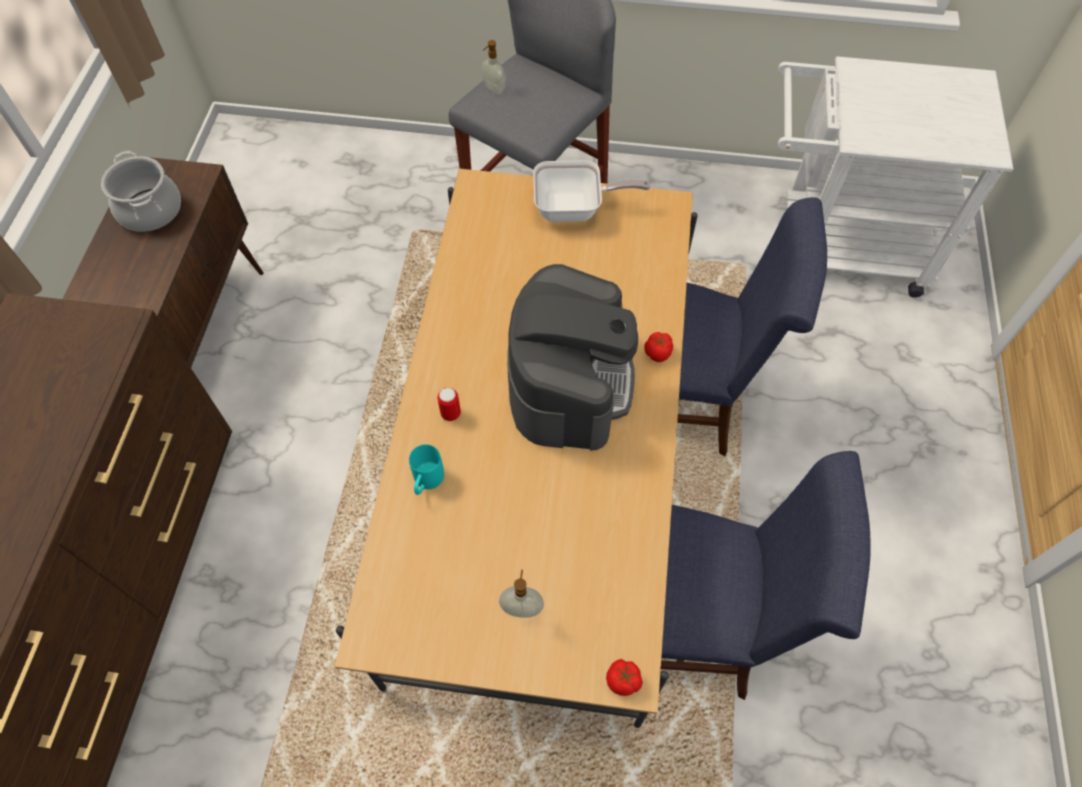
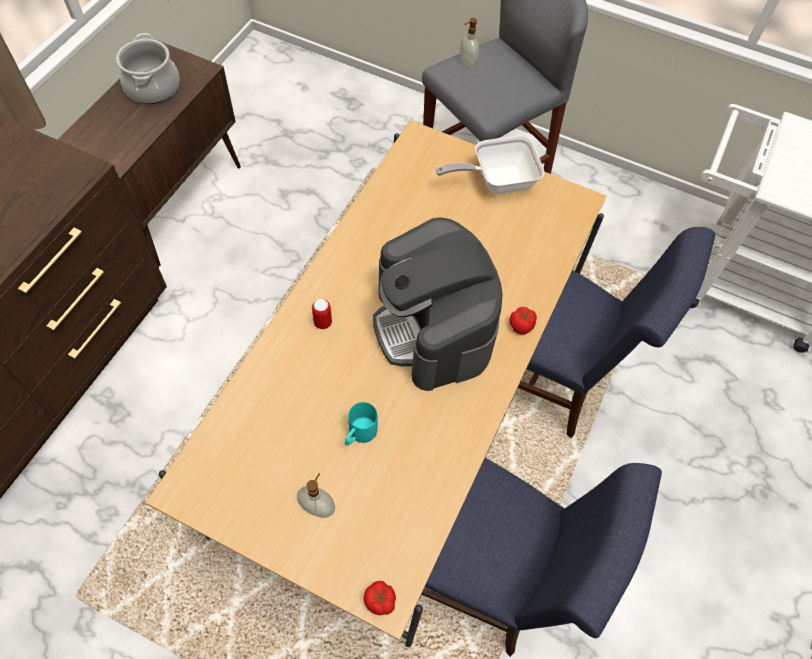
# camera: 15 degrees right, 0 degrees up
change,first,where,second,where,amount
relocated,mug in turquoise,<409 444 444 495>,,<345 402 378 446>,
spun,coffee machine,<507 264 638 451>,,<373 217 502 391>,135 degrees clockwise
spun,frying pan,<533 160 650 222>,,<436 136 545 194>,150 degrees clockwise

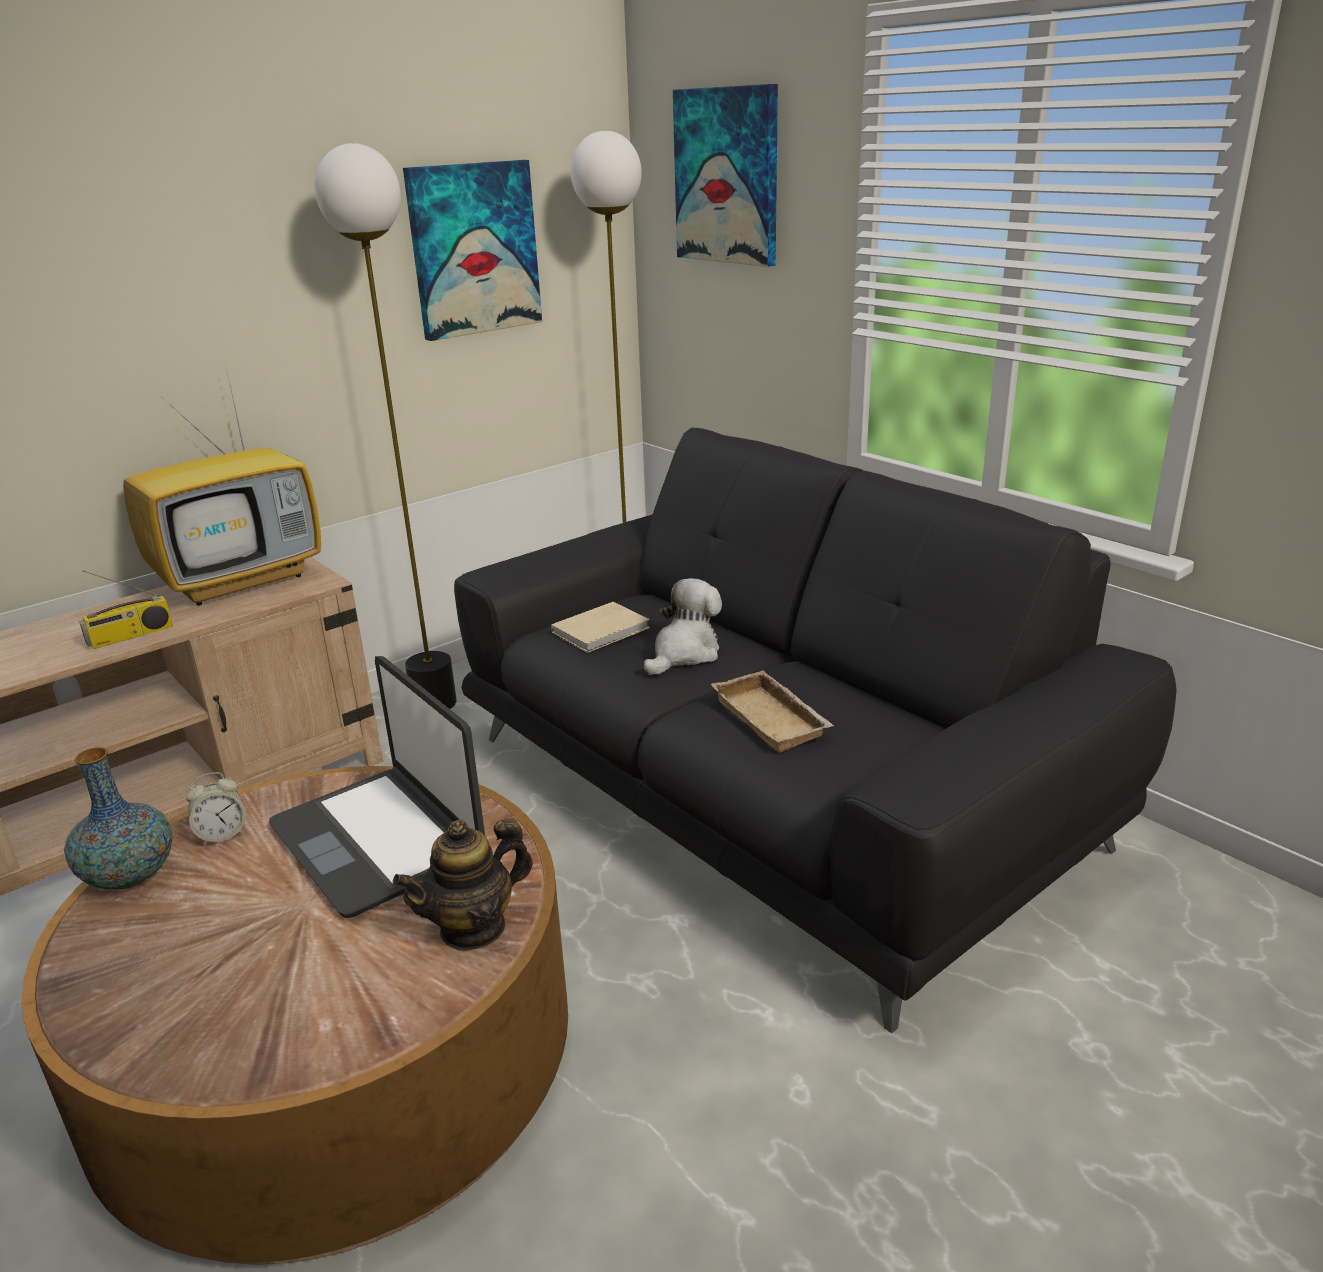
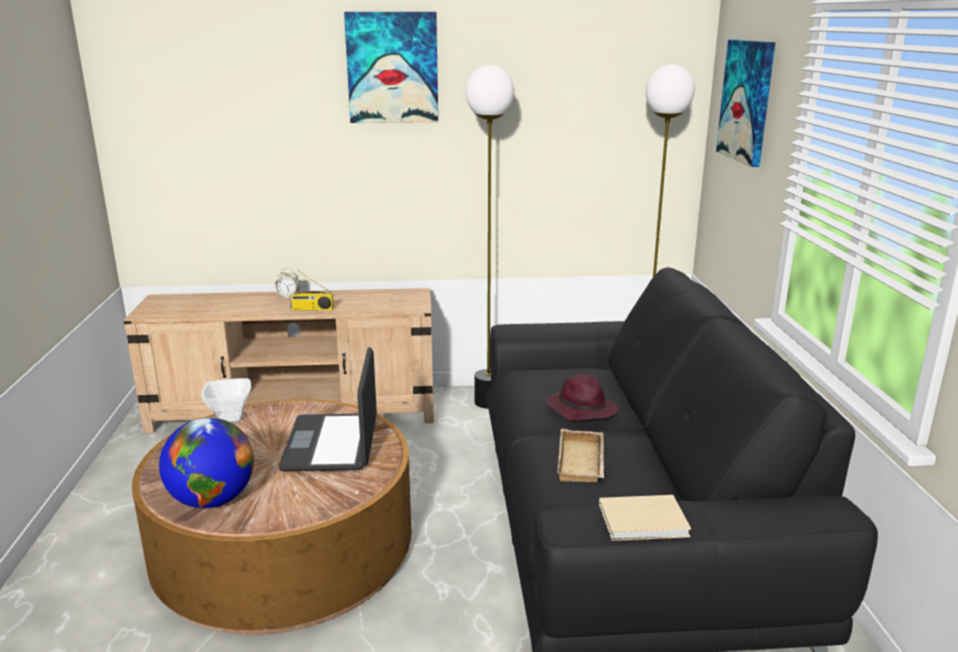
# camera: 35 degrees right, 5 degrees down
change,first,where,second,where,amount
missing,television,<123 367 321 606>,,,
missing,teapot,<393 818 533 952>,,,
appeared,,,globe,<159 418 254 508>,
relocated,alarm clock,<186 772 246 845>,,<275 268 300 298>,
relocated,picture,<403 160 542 341>,,<344 12 438 123>,
relocated,book in beige,<551 602 650 653>,,<599 495 691 541>,
exchanged,vase,<64 747 172 889>,bowl,<201 378 251 424>,
exchanged,plush toy,<644 578 722 675>,hat in purple,<546 374 619 421>,

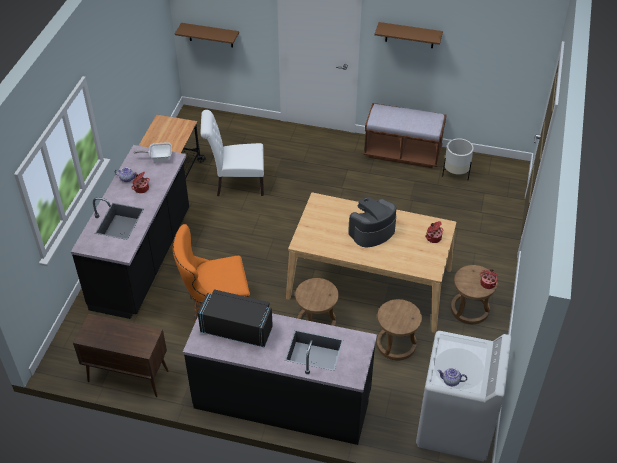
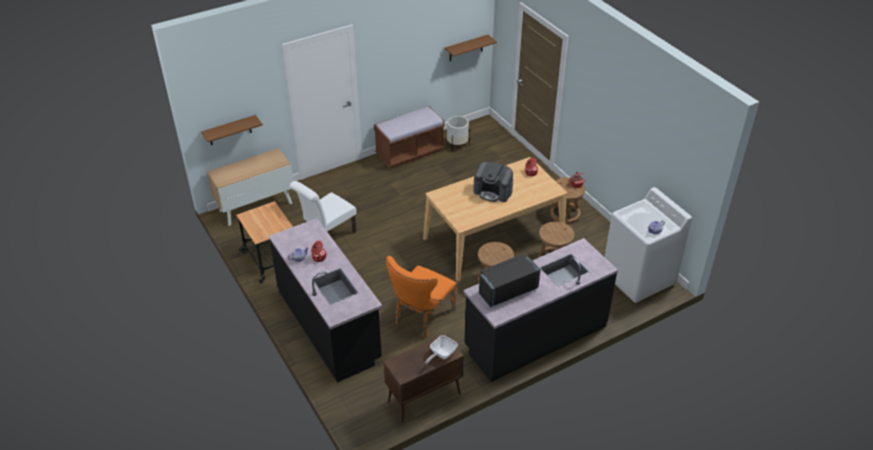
# camera: 45 degrees left, 5 degrees down
change,first,where,second,where,amount
appeared,,,cabinet,<207 148 293 226>,
relocated,frying pan,<133 142 172 162>,,<425 335 458 364>,
relocated,shelf in brown,<375 22 443 48>,,<444 35 497 61>,
spun,coffee machine,<348 197 396 248>,,<473 162 513 202>,75 degrees counterclockwise

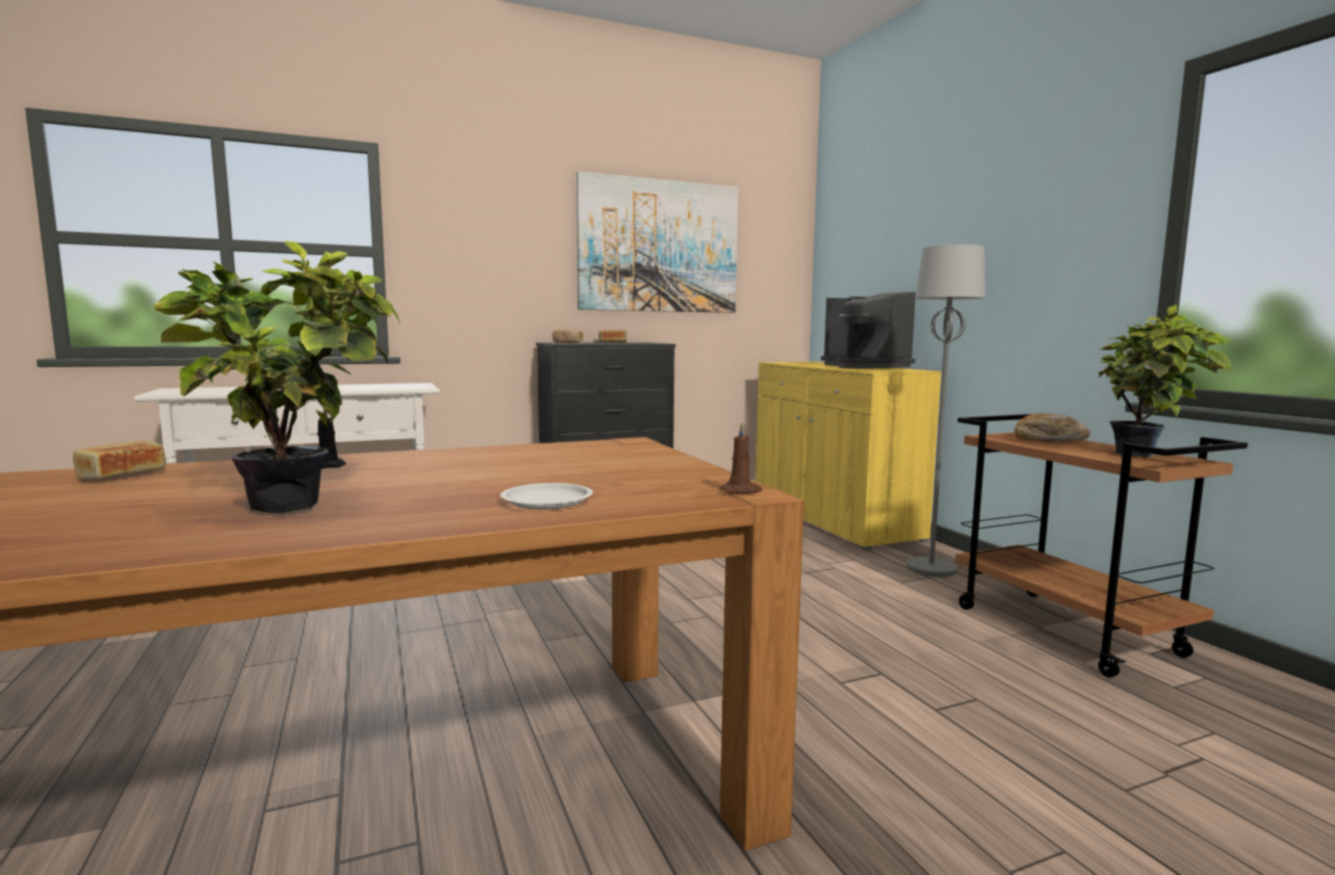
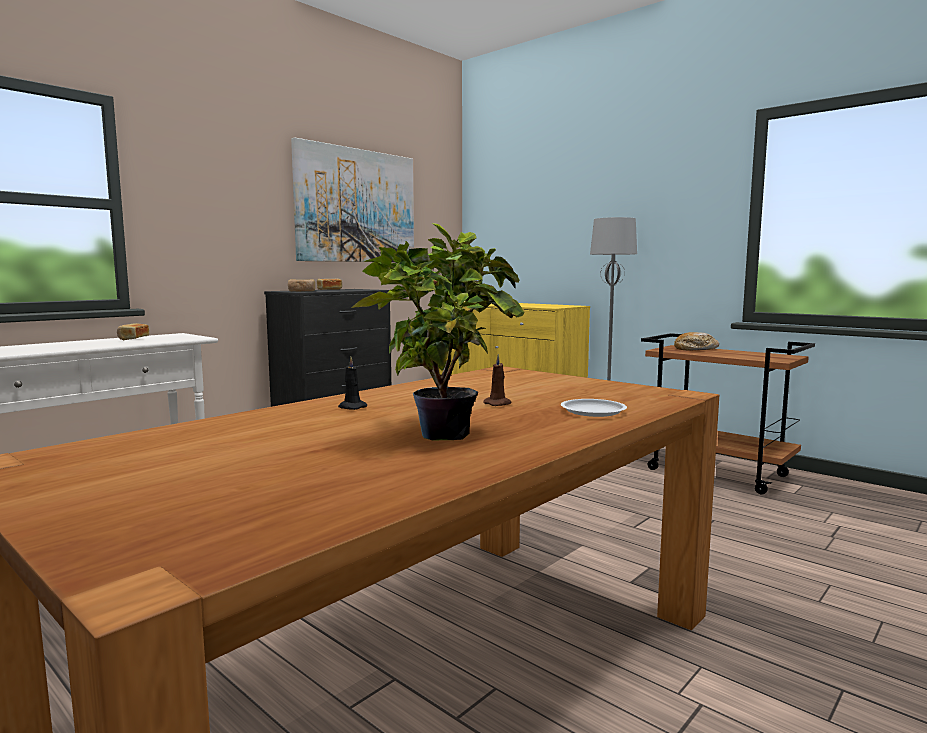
# camera: 25 degrees left, 0 degrees up
change,first,where,second,where,amount
missing,coffee machine,<821 292 916 369>,,,
missing,potted plant,<1098 305 1234 458>,,,
relocated,bread,<73 440 166 480>,,<117 323 149 340>,
relocated,candle in brown,<720 422 763 494>,,<483 354 511 406>,

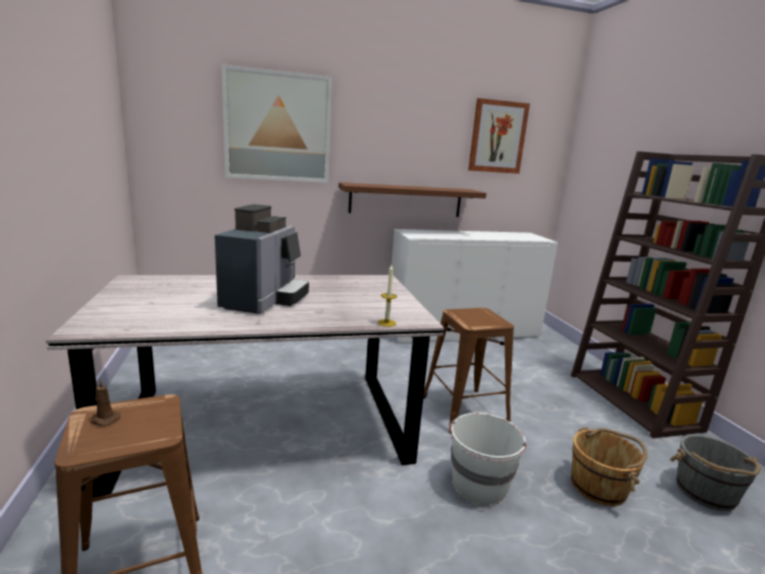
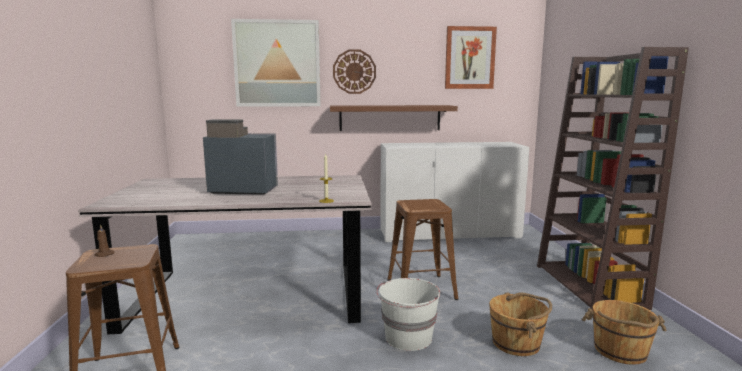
# camera: 10 degrees right, 5 degrees down
change,first,where,second,where,amount
appeared,,,wall clock,<333 49 376 94>,
colour,bucket in grey,<670 435 760 511>,bucket in brown,<582 300 667 365>,
spun,coffee machine,<215 204 309 314>,,<203 119 278 195>,105 degrees counterclockwise

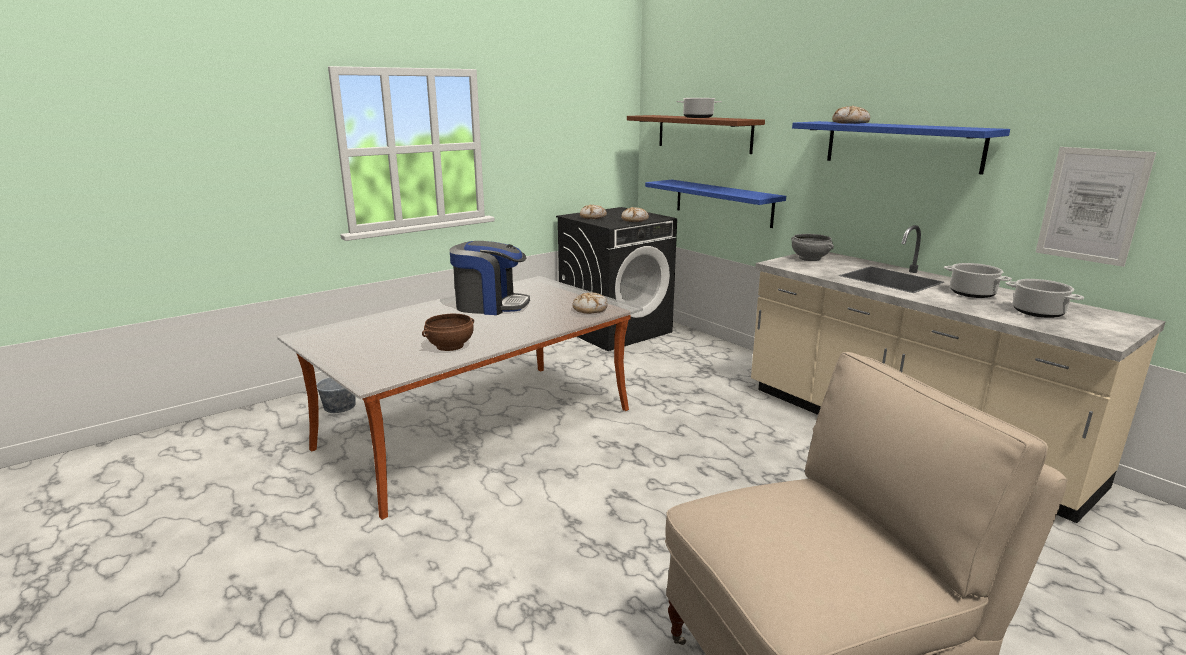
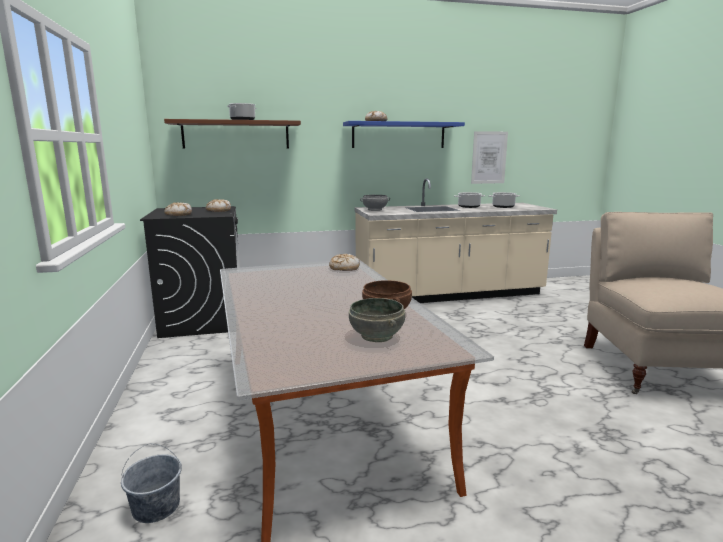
# camera: 65 degrees left, 5 degrees down
change,first,where,second,where,amount
missing,coffee machine,<449 241 530 315>,,,
missing,shelf in blue,<645 179 786 228>,,,
appeared,,,bowl in grey,<349 298 405 342>,

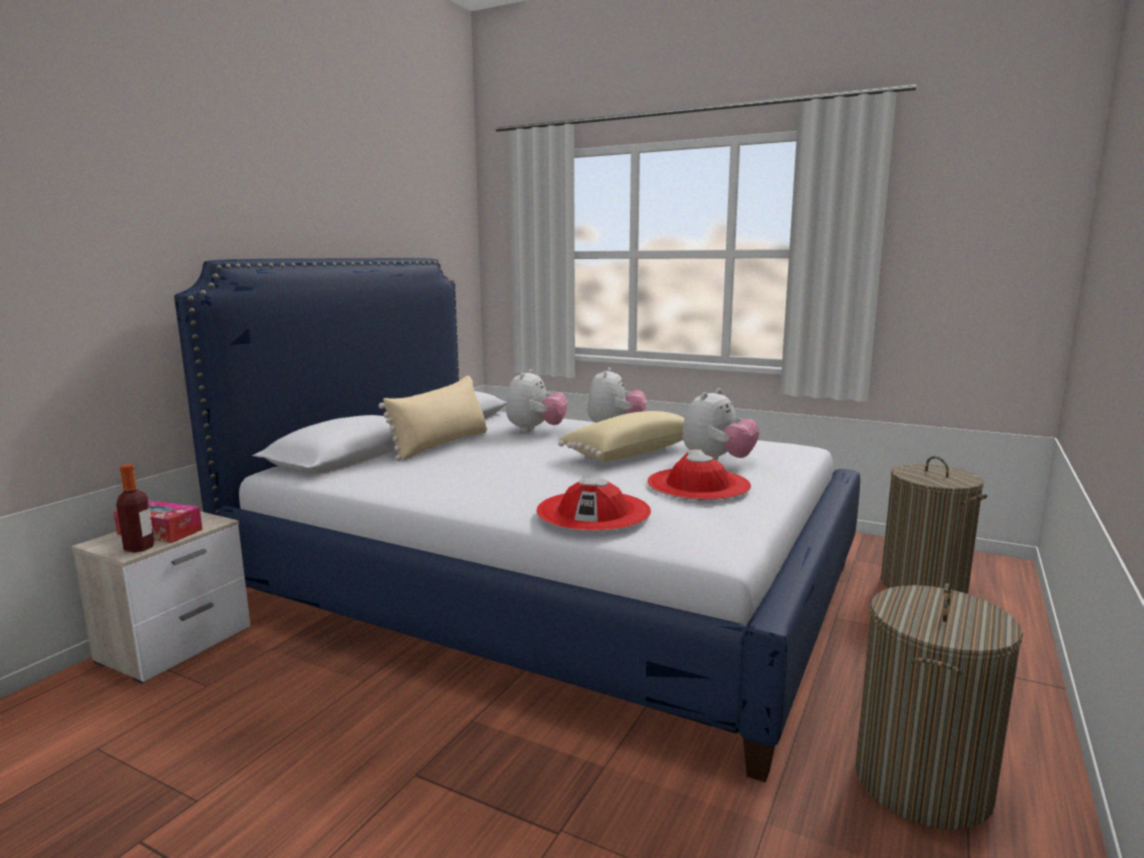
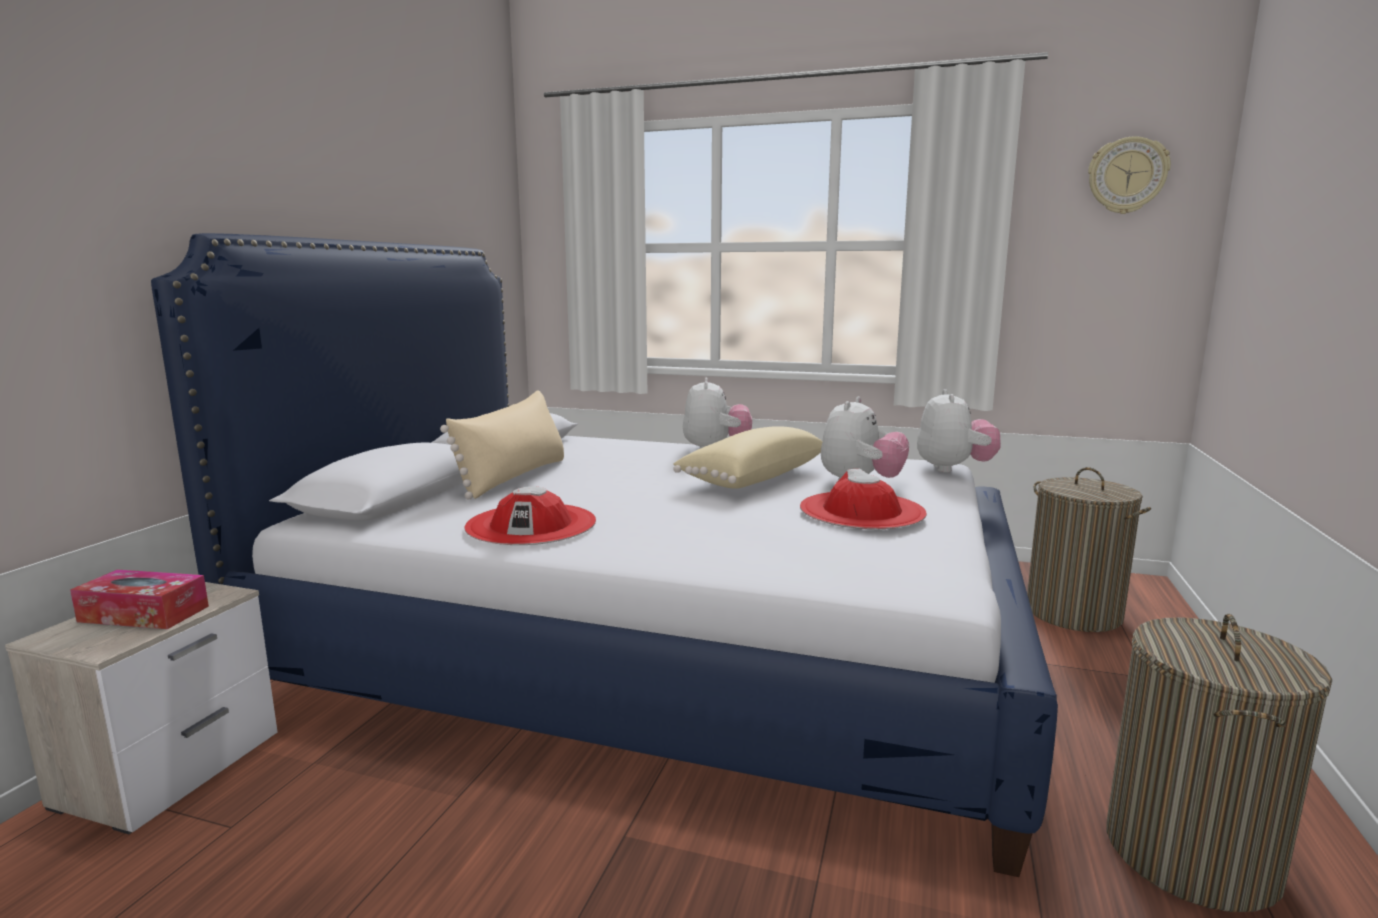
# camera: 10 degrees left, 0 degrees up
change,first,where,second,where,amount
missing,bottle,<116 464 154 553>,,,
appeared,,,wall clock,<1088 136 1171 214>,
relocated,plush toy,<506 369 568 432>,,<917 389 1001 473>,
relocated,hat in red,<536 477 651 531>,,<464 486 596 545>,

